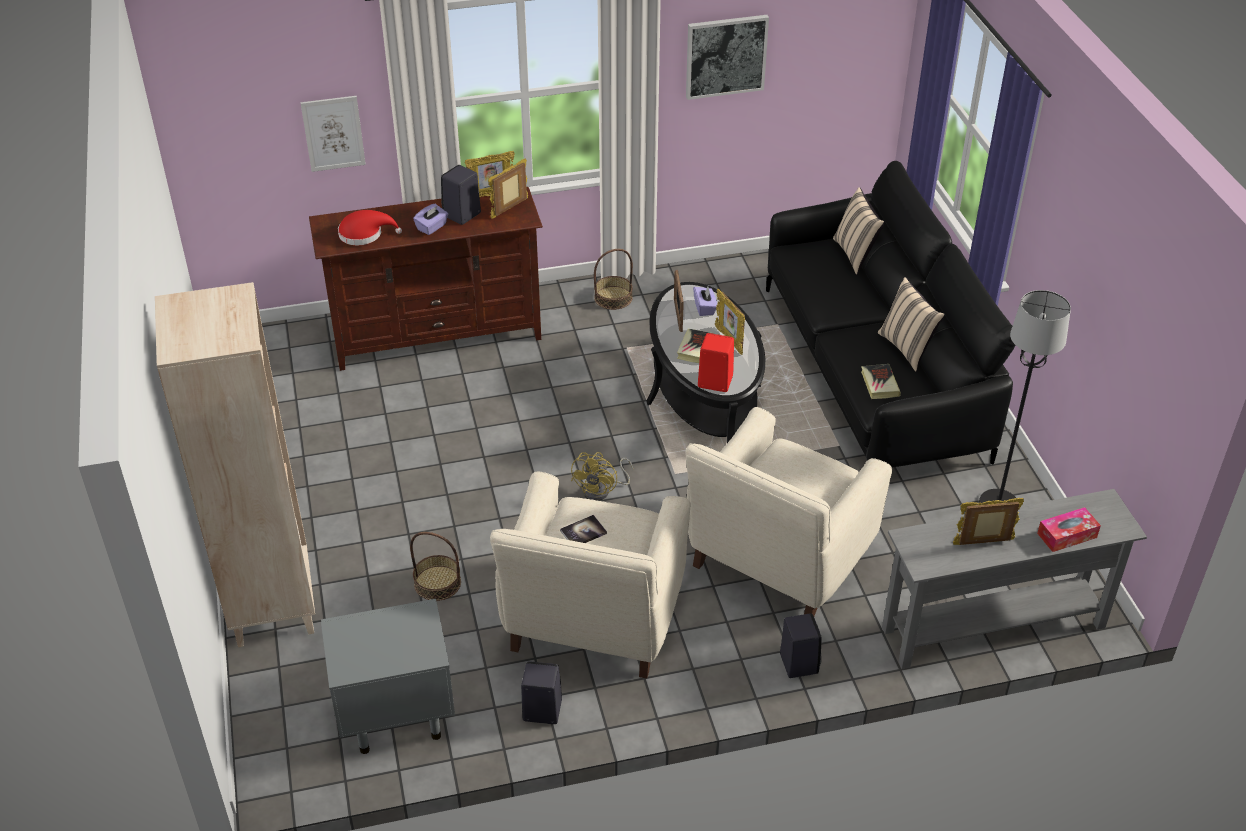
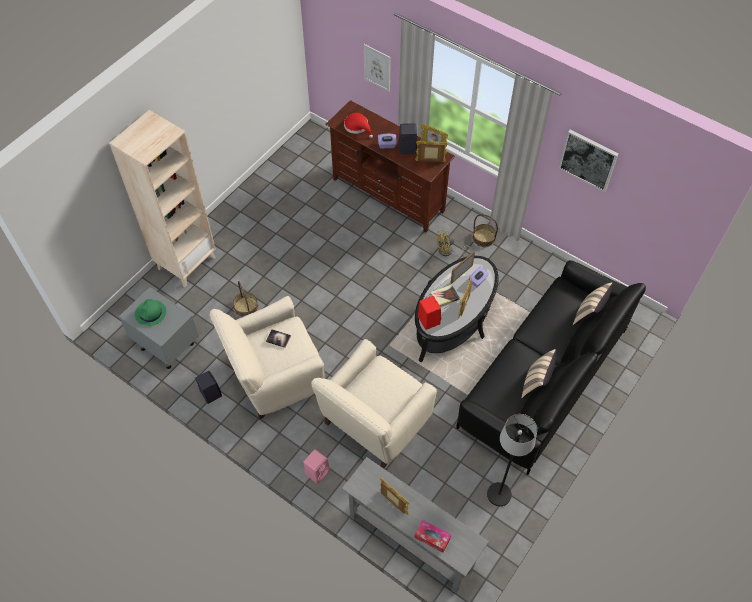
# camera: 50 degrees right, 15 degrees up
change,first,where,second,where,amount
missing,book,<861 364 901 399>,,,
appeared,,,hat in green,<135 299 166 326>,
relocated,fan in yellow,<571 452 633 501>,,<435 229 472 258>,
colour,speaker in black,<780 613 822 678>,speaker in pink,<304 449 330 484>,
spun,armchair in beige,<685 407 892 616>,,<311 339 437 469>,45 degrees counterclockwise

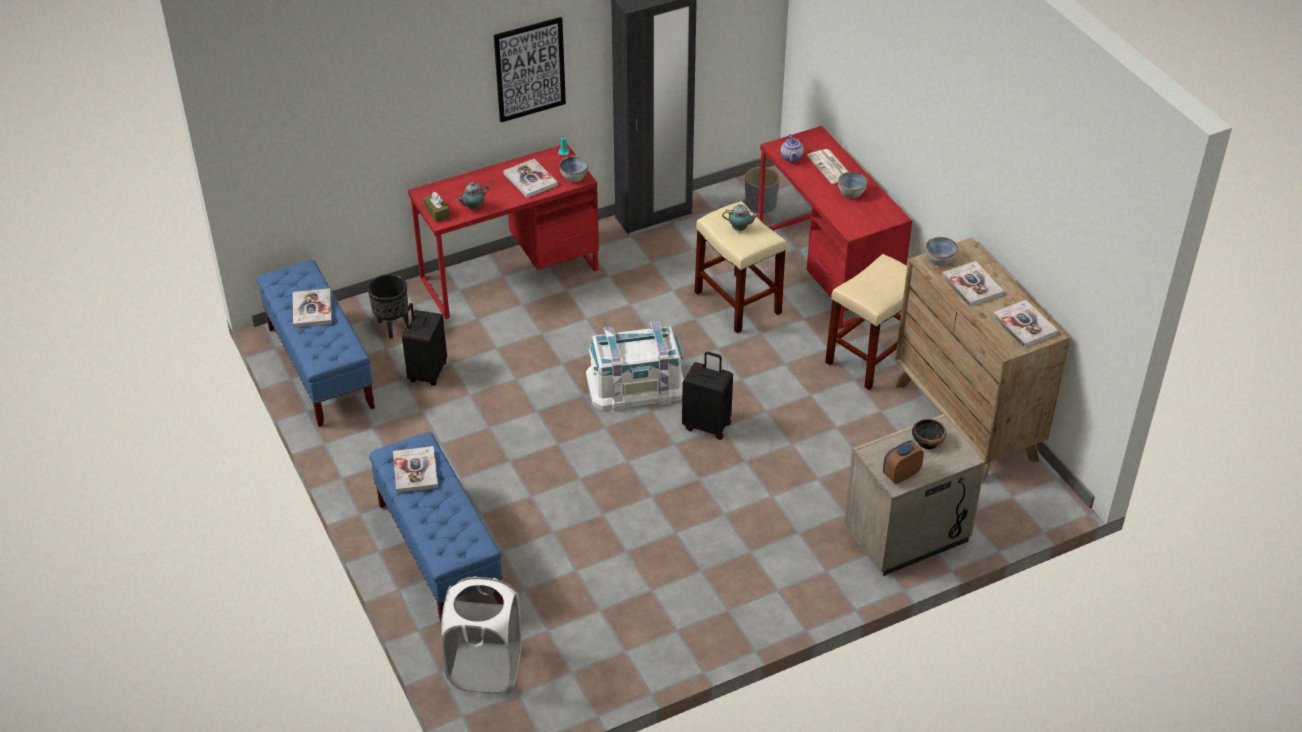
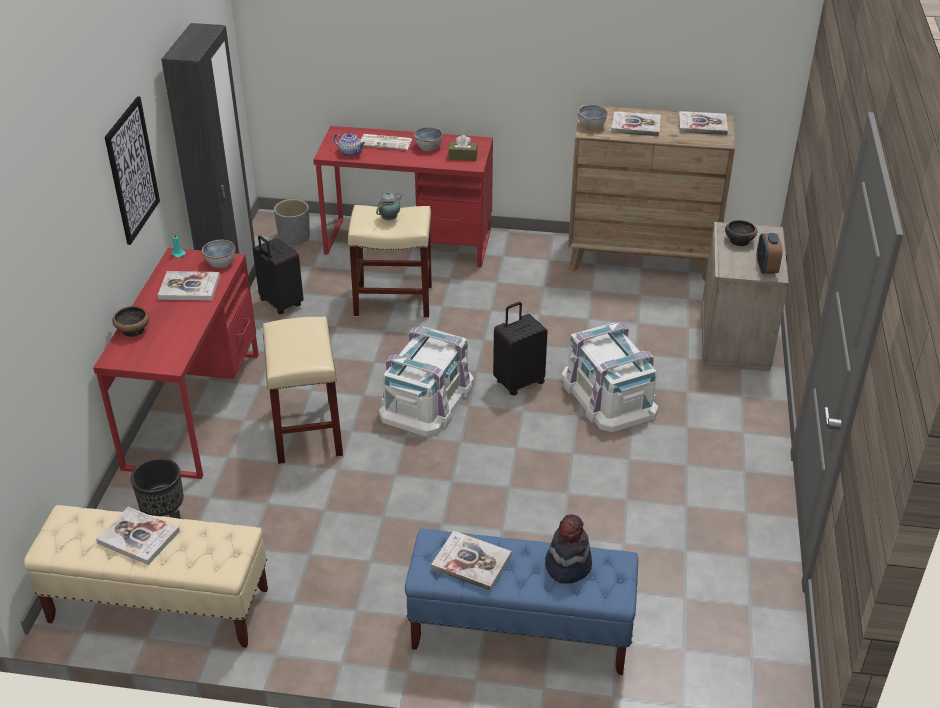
# camera: 55 degrees left, 5 degrees down
change,first,where,second,where,amount
missing,laundry basket in white,<441 576 522 694>,,,
missing,teapot,<456 182 489 209>,,,
appeared,,,bowl,<112 306 149 337>,
appeared,,,hat,<545 514 592 584>,
appeared,,,storage box in white,<561 323 658 432>,
relocated,suitcase in black,<402 303 447 386>,,<253 235 304 314>,
relocated,tissue box in brown,<423 192 450 223>,,<448 135 478 161>,
relocated,stool in beige,<825 254 907 391>,,<263 317 343 464>,
colour,bench in blue,<257 260 375 427>,bench in beige,<24 505 268 648>,

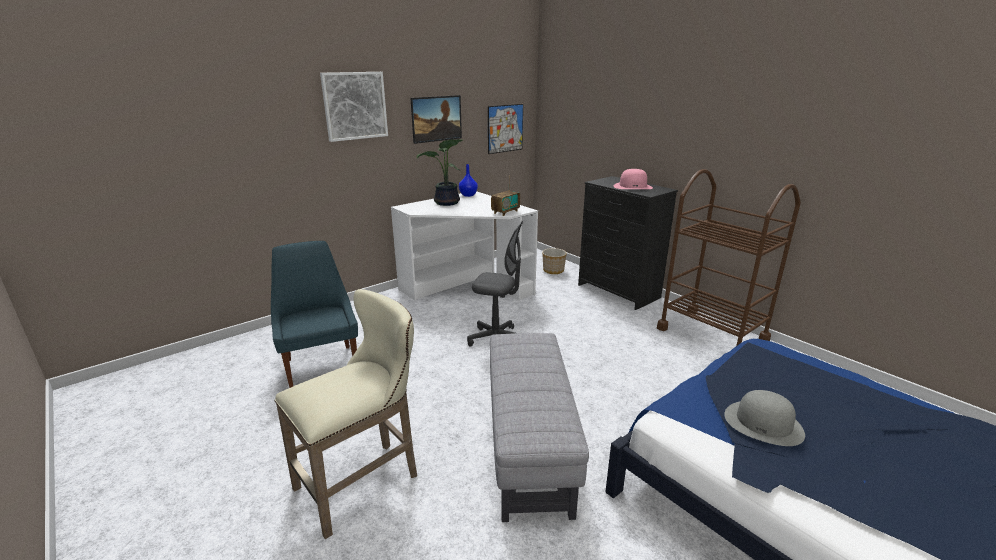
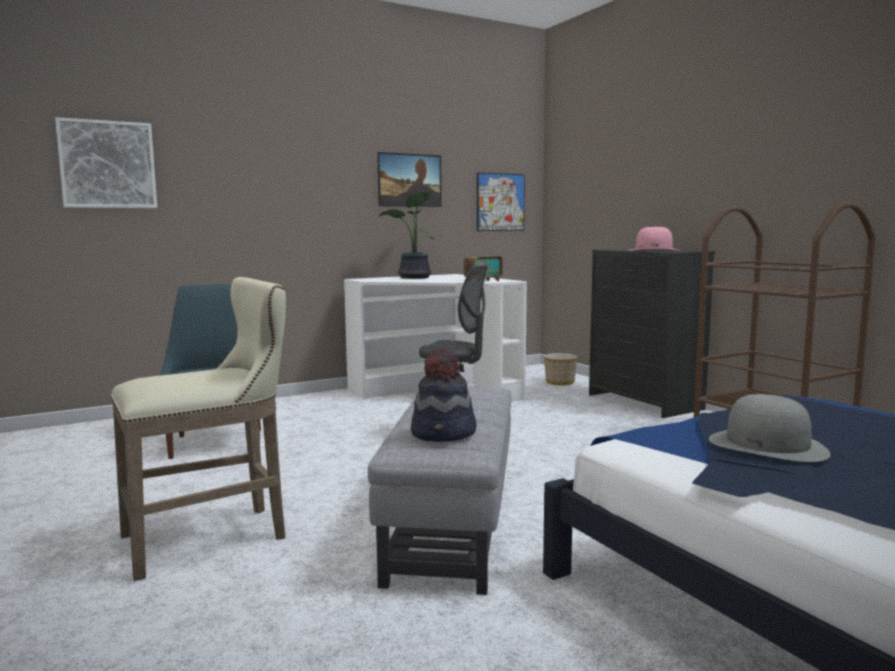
# camera: 10 degrees right, 15 degrees down
change,first,where,second,where,amount
missing,vase in blue,<459 164 478 197>,,,
appeared,,,hat,<411 348 476 442>,
relocated,picture,<320 72 388 142>,,<55 117 157 208>,

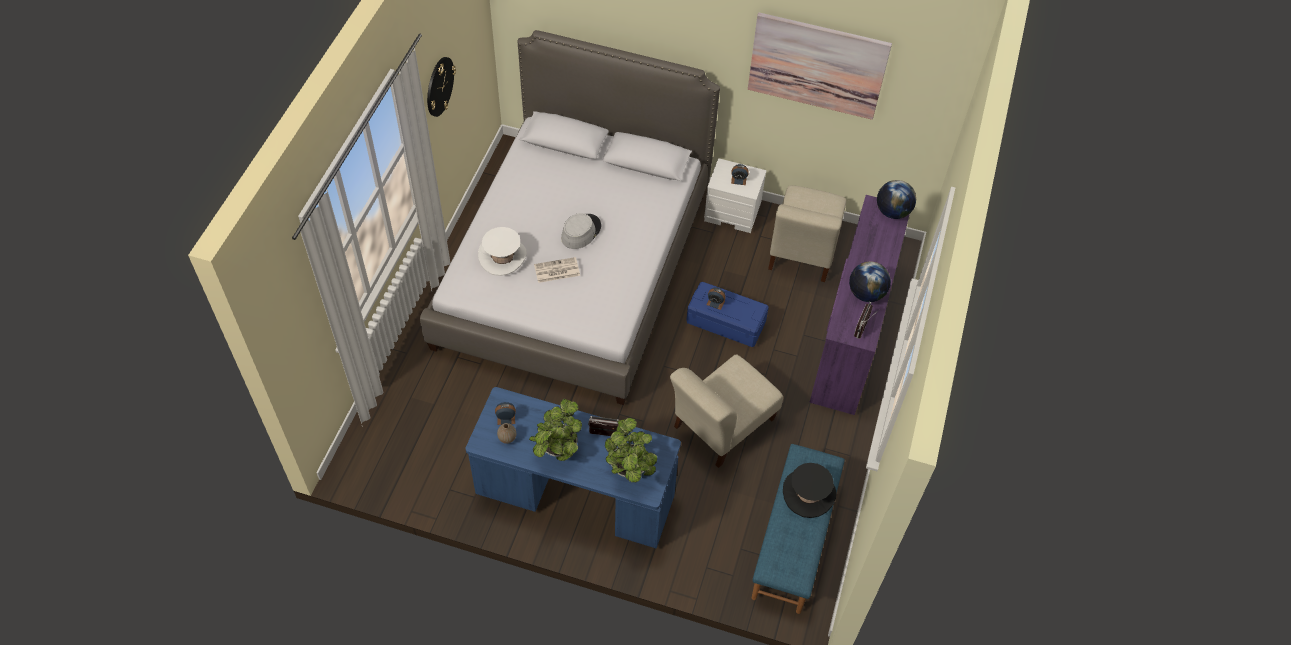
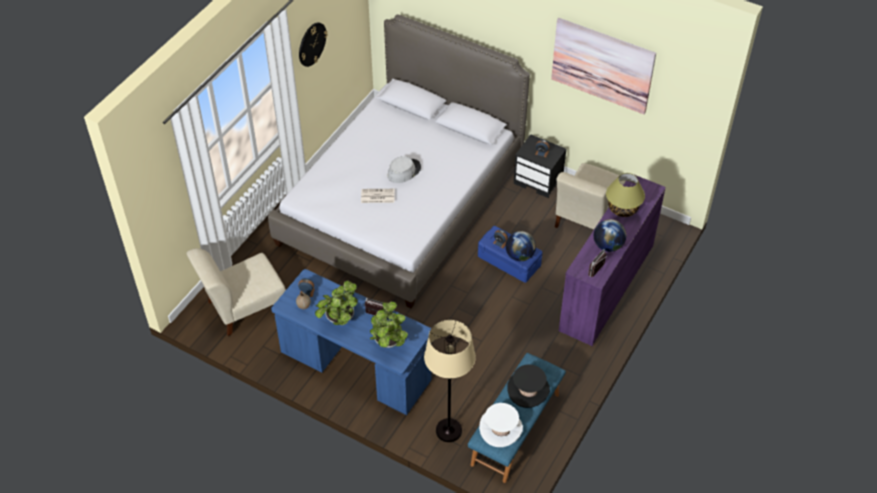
# camera: 15 degrees right, 5 degrees down
change,first,where,second,where,amount
appeared,,,floor lamp in beige,<424 320 476 442>,
appeared,,,table lamp,<606 173 645 217>,
relocated,hat in white,<478 227 527 276>,,<479 403 523 447>,
relocated,chair in beige,<670 354 783 468>,,<187 248 286 336>,
relocated,globe,<877 180 916 219>,,<506 231 536 261>,
colour,nightstand in white,<704 158 767 233>,nightstand in black,<514 134 566 198>,

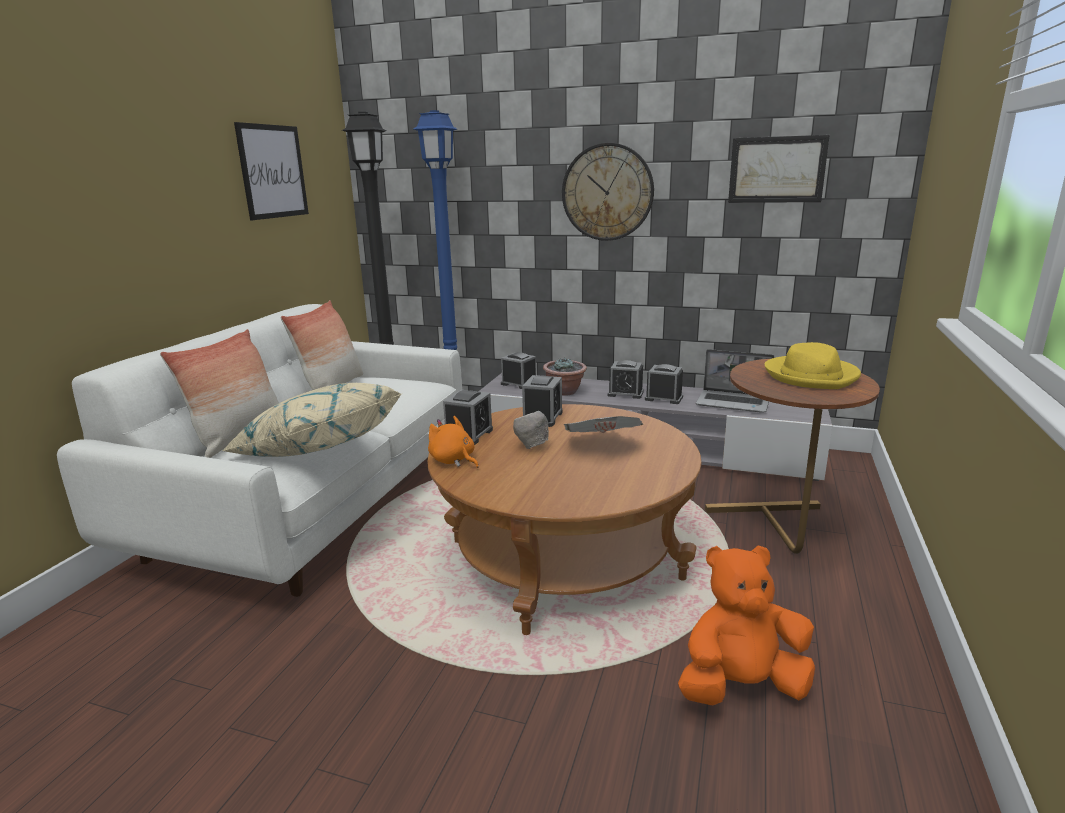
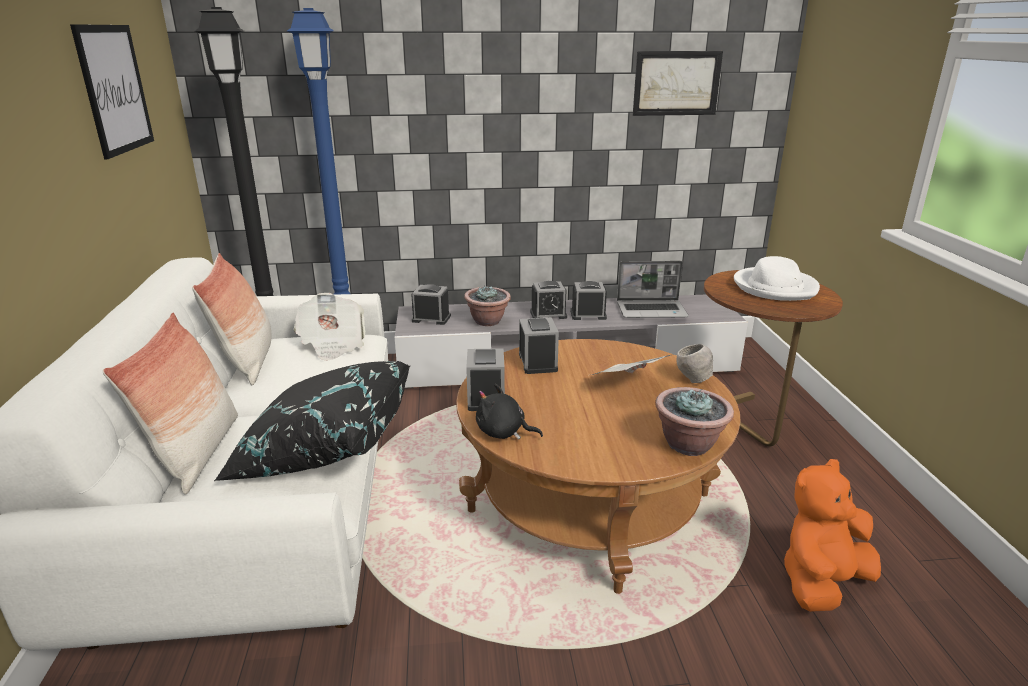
# camera: 25 degrees left, 5 degrees up
change,first,where,second,where,amount
missing,wall clock,<562 143 654 241>,,,
appeared,,,newspaper,<293 293 365 361>,
appeared,,,potted plant,<655 387 734 456>,
relocated,bowl in grey,<513 411 549 449>,,<676 344 713 383>,
colour,pillow in beige,<222 383 401 457>,pillow in black,<214 361 410 481>,
colour,plush toy in orange,<428 416 478 468>,plush toy in black,<476 384 543 440>,
colour,hat in yellow,<764 342 861 389>,hat in white,<734 256 820 301>,

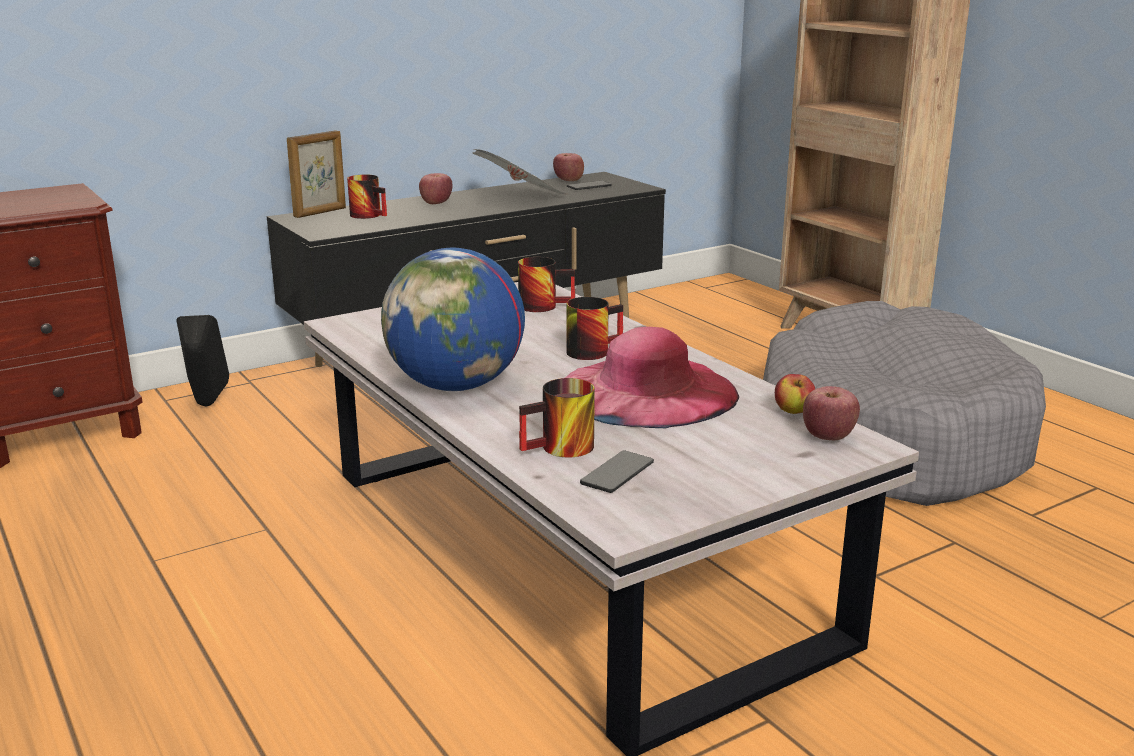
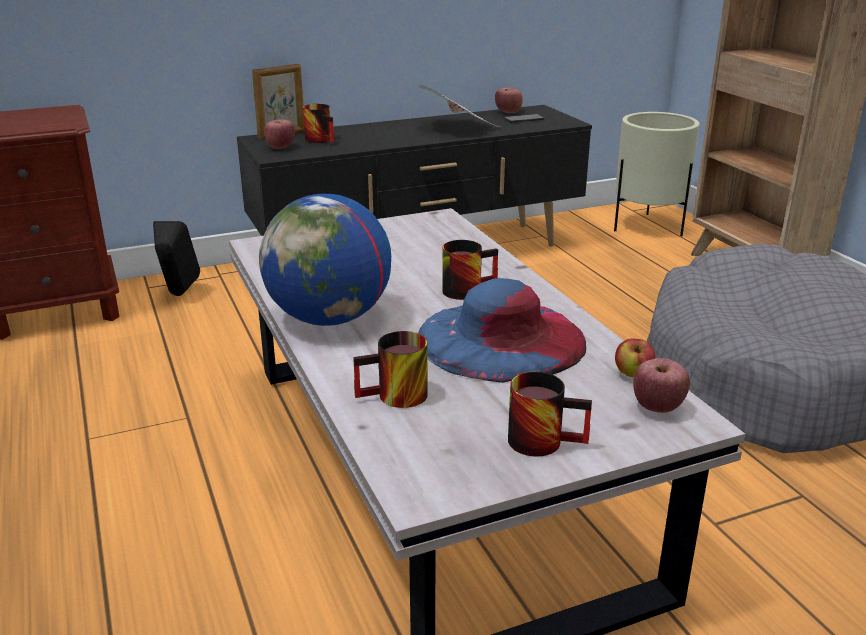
# camera: 10 degrees right, 5 degrees up
change,first,where,second,where,amount
missing,phone,<580 450 654 493>,,,
appeared,,,planter in beige,<614 112 699 236>,
relocated,apple,<419 173 453 204>,,<264 119 295 149>,
relocated,mug,<518 257 575 312>,,<508 372 592 457>,
colour,hat in pink,<565 327 739 428>,hat in blue,<418 278 586 383>,

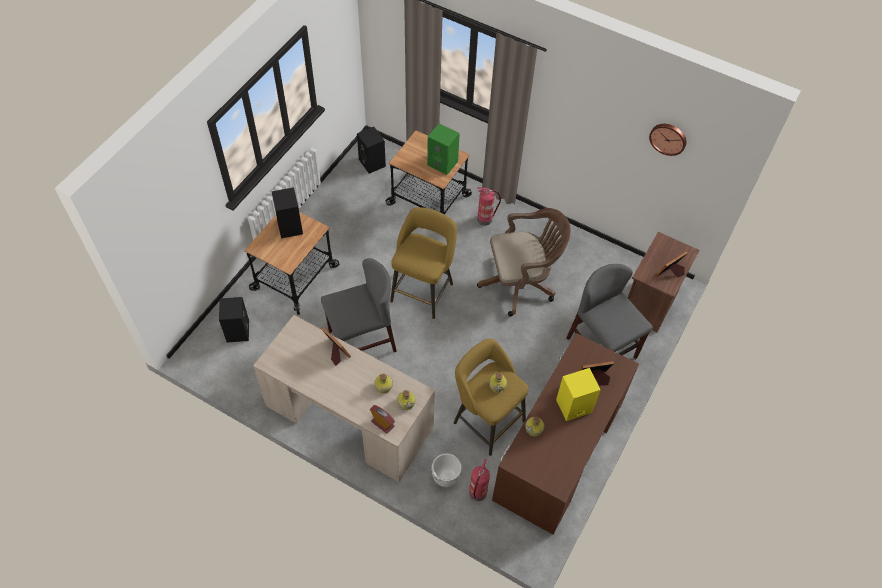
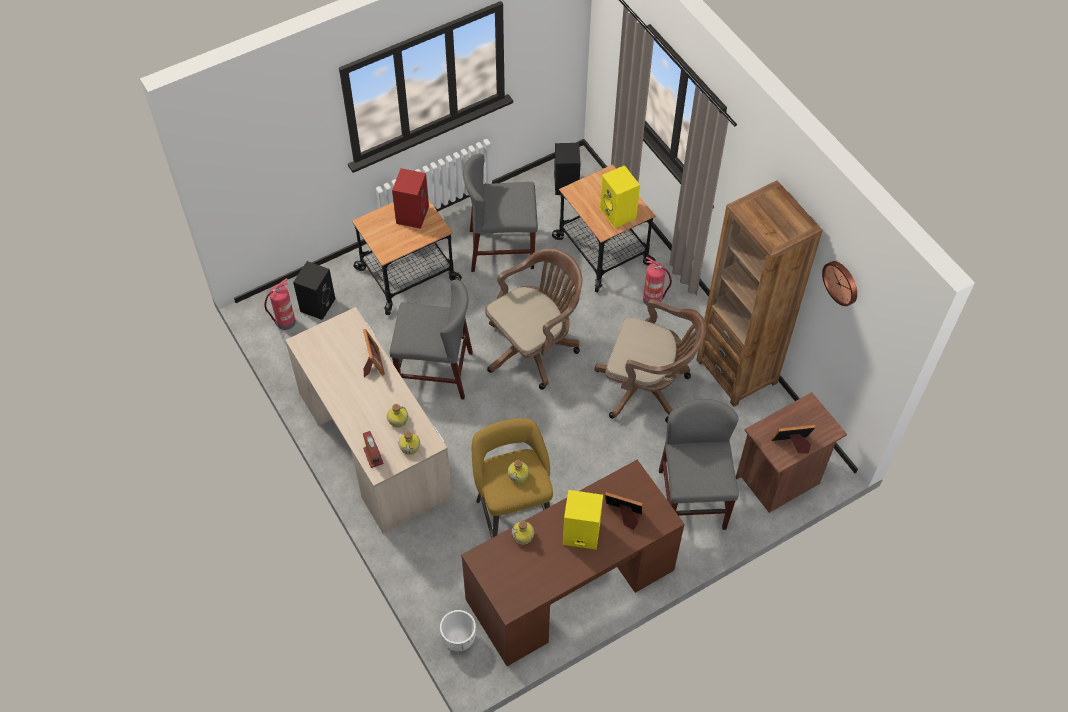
# camera: 30 degrees right, 0 degrees up
change,first,where,second,where,amount
appeared,,,chair in grey,<463 153 538 272>,
appeared,,,bookcase in brown,<696 180 823 407>,
relocated,planter in white,<431 453 462 487>,,<439 610 476 651>,
relocated,fire extinguisher,<469 459 490 501>,,<264 278 296 330>,
exchanged,stool in yellow,<390 207 457 319>,office chair in brown,<485 248 582 390>,
colour,speaker in black,<271 187 303 238>,speaker in red,<392 168 429 229>,
colour,speaker in green,<427 123 460 175>,speaker in yellow,<600 165 640 228>,

